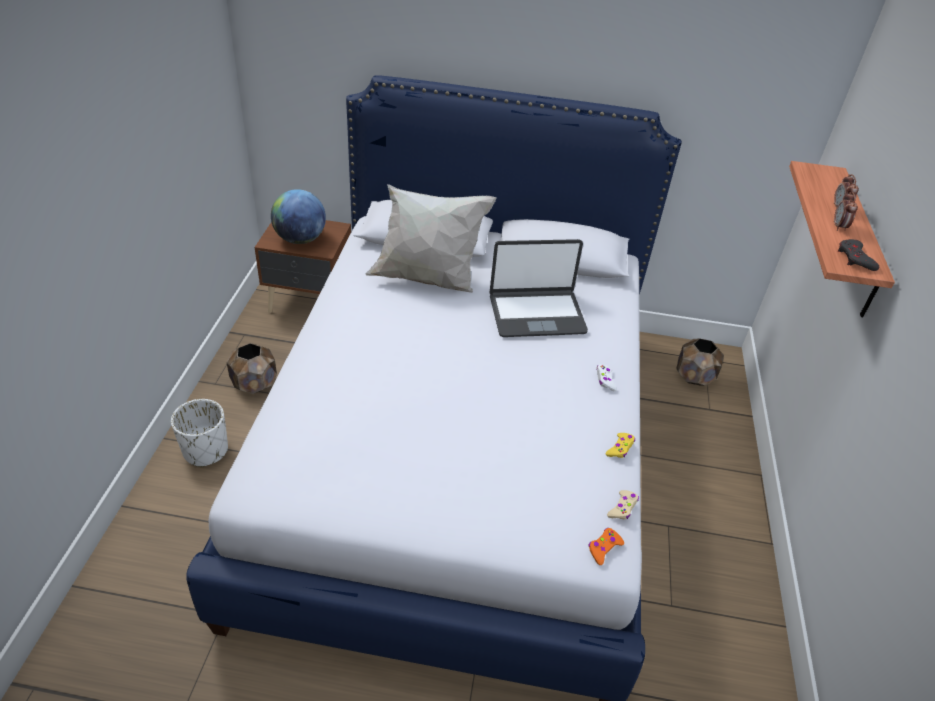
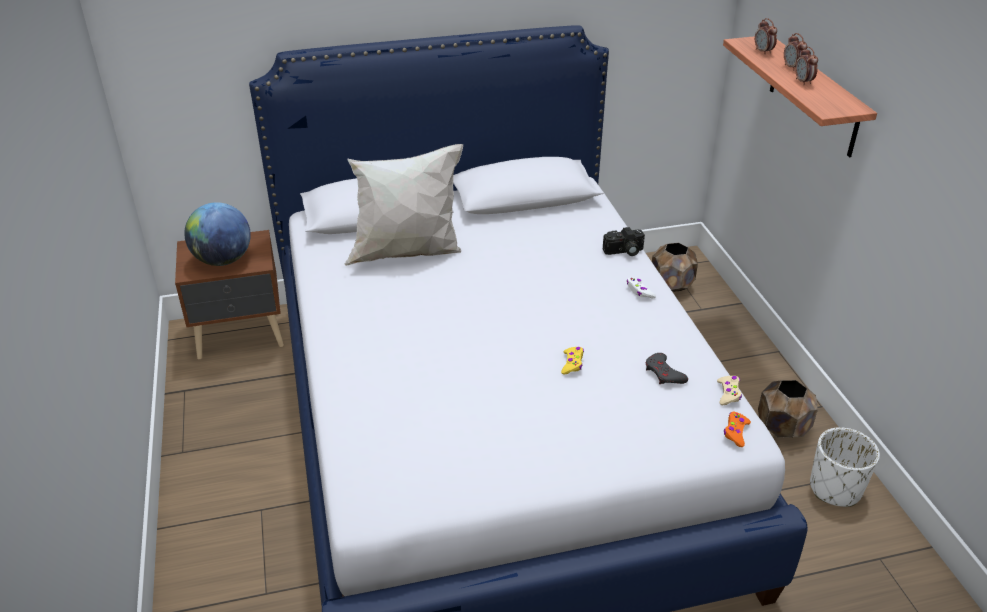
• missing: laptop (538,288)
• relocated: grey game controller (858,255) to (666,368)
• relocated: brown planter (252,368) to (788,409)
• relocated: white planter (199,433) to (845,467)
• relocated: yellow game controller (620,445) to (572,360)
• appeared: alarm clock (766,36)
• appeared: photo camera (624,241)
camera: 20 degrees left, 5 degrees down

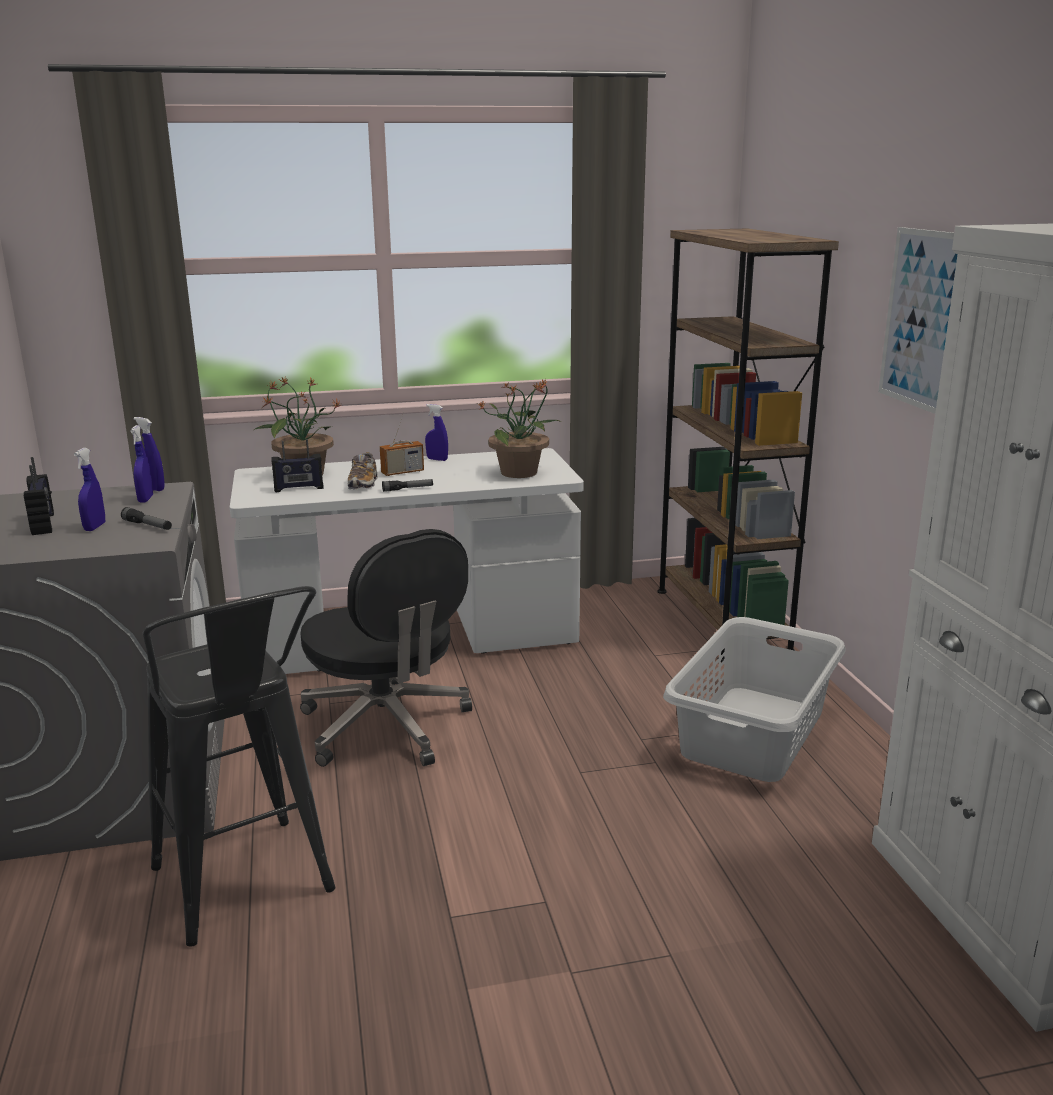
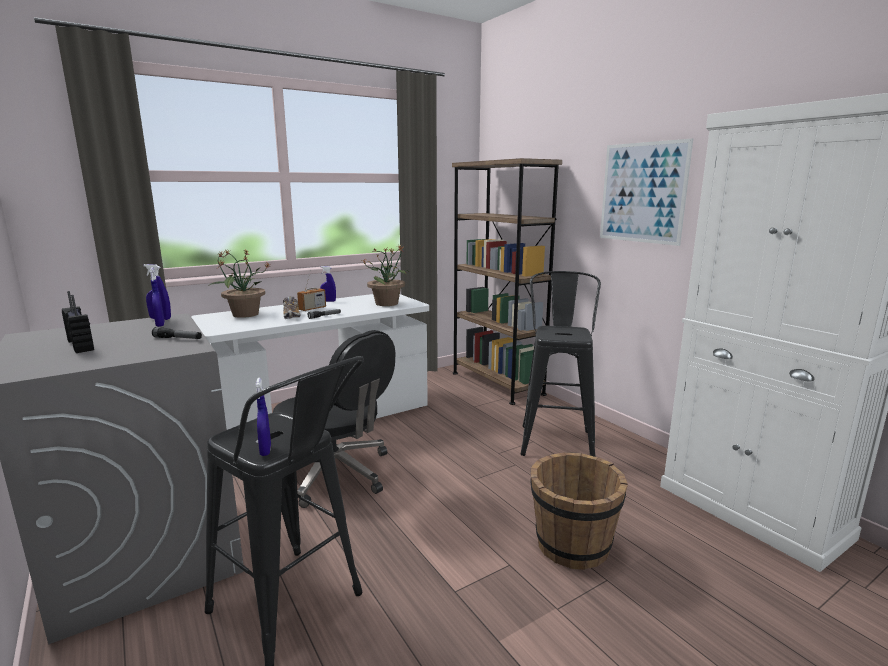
• missing: radio (297,465)
• relocated: blue spray bottle (89,489) to (263,417)
• exchanged: grey laundry basket (754,699) to black stool (561,364)
• appeared: brown bucket (579,511)
camera: 20 degrees left, 5 degrees down

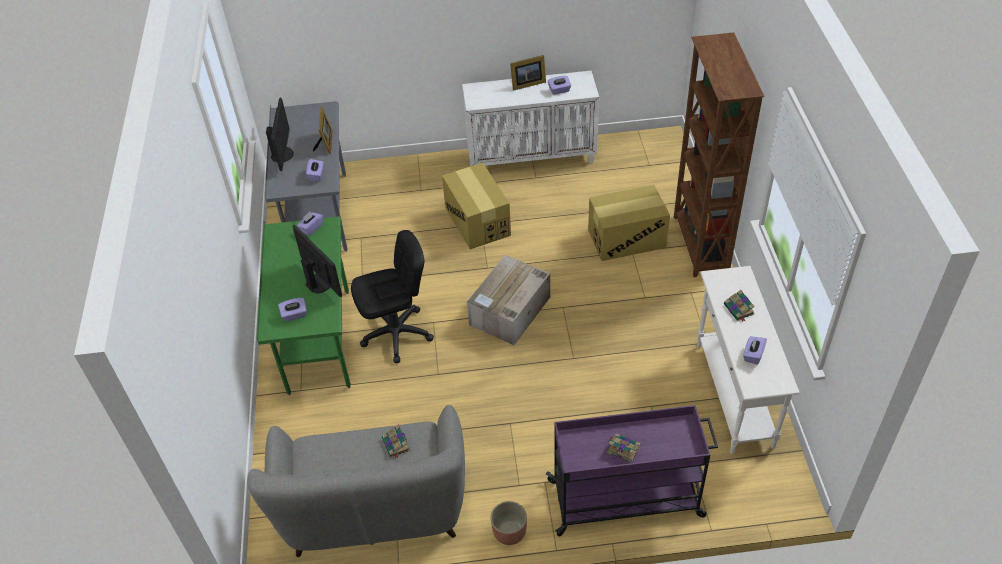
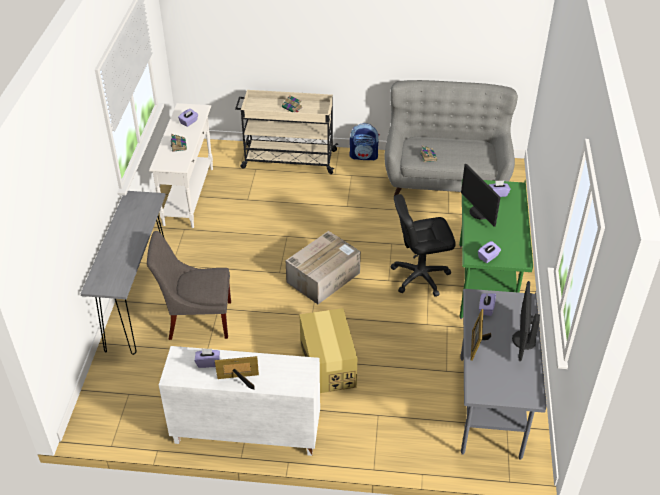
• exchanged: brown bookcase (719,154) to grey console table (123,273)
• exchanged: cardboard box (629,223) to grey chair (189,285)
• colour: purple cart (632,471) to beige cart (286,132)
• exchanged: planter (509,523) to backpack (365,141)
camera: 170 degrees left, 5 degrees down

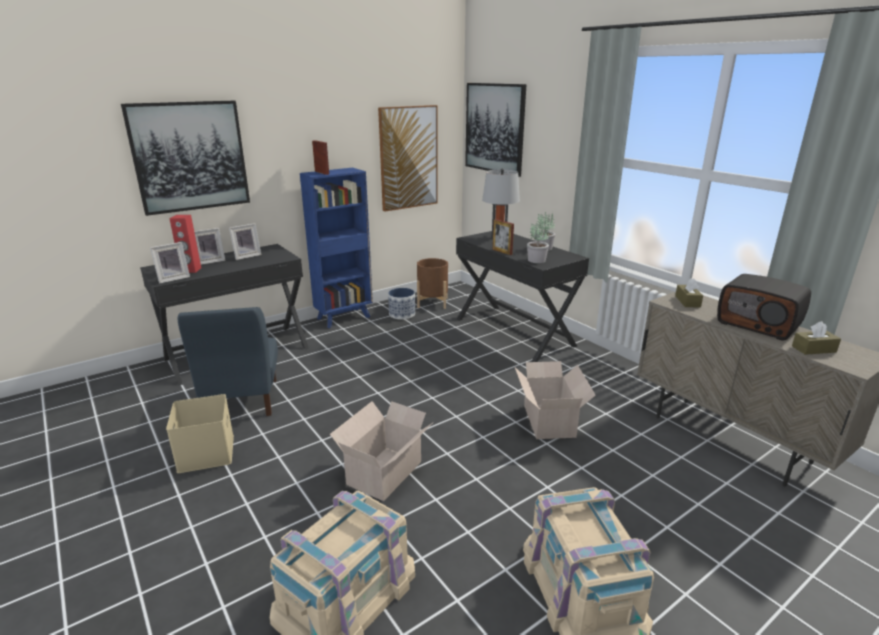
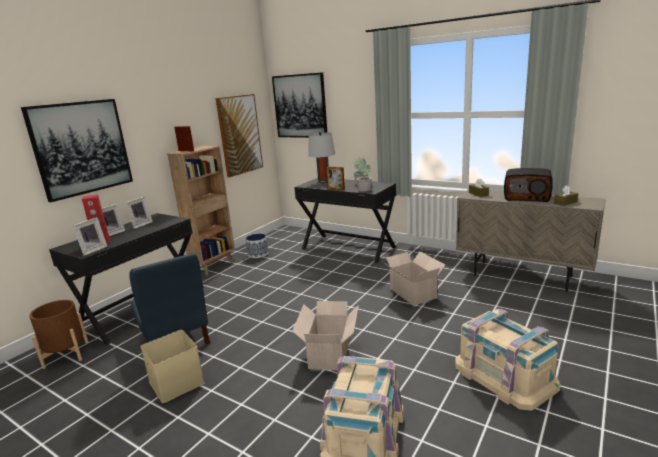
• colour: blue bookcase (336,248) to brown bookcase (201,211)
• relocated: brown planter (432,283) to (59,334)
camera: 20 degrees left, 5 degrees down

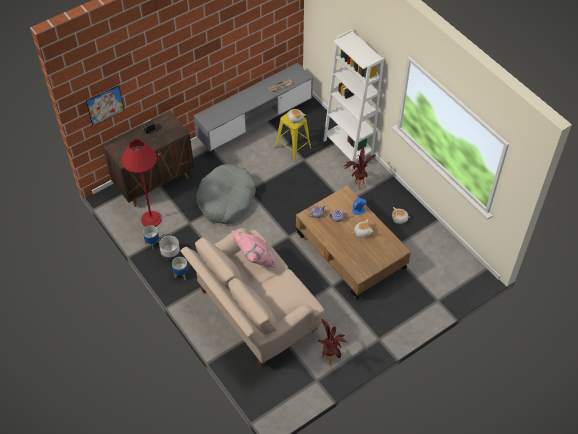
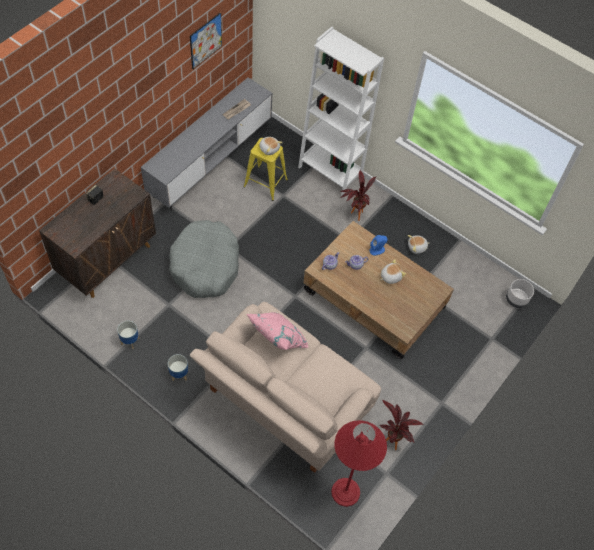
• relocated: picture (105,105) to (206,40)
• relocated: red floor lamp (142,183) to (359,463)
• relocated: grey planter (169,248) to (520,293)
camera: 20 degrees left, 5 degrees up

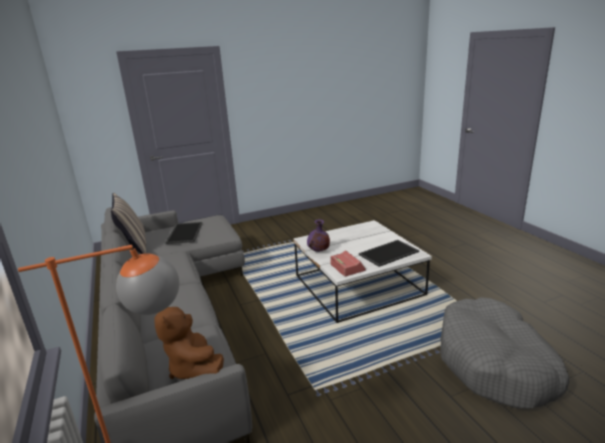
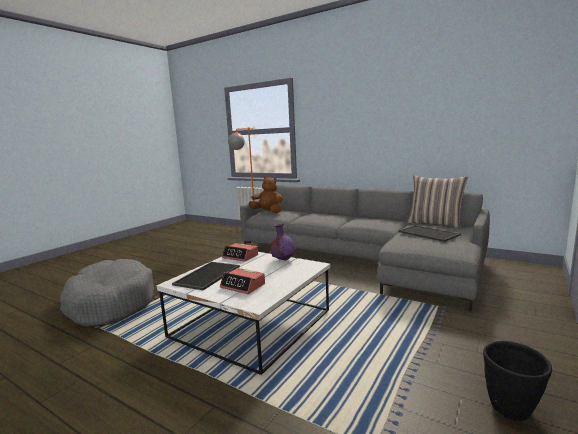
• appeared: alarm clock (242,281)
• appeared: black planter (517,381)
camera: 145 degrees right, 10 degrees down

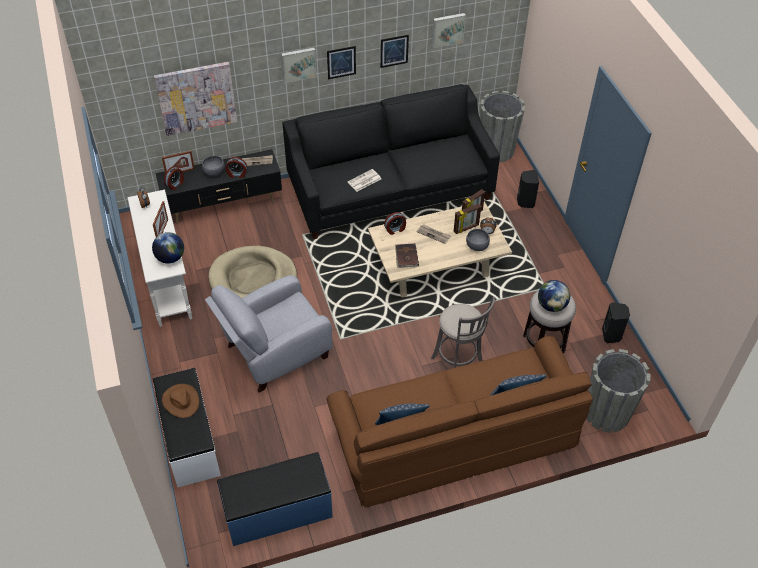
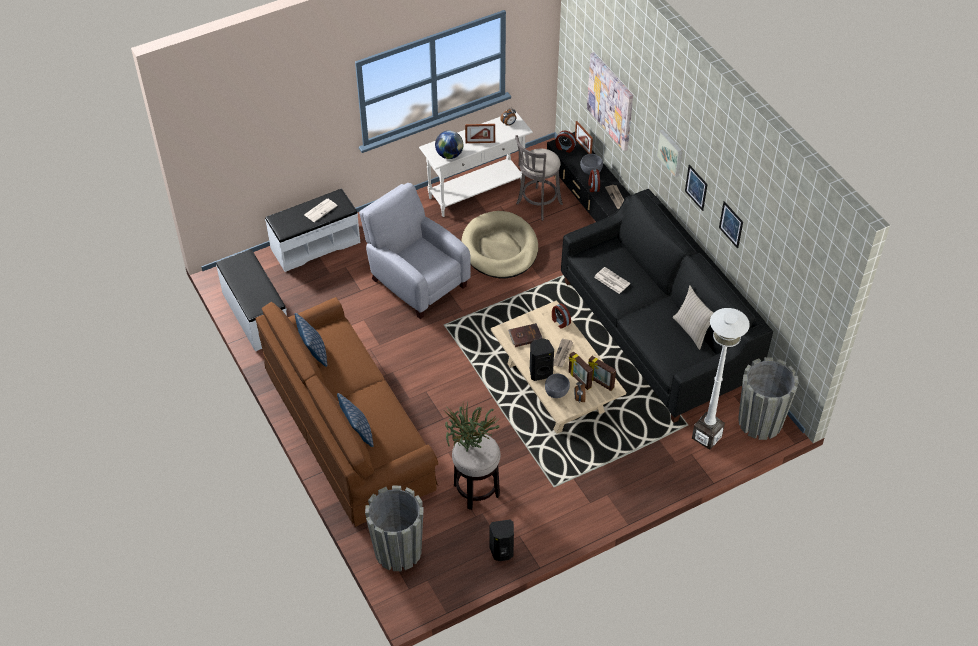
• missing: picture (449,30)
• relocated: black speaker (528,189) to (542,359)
• exchanged: globe (554,296) to potted plant (472,427)
• relocated: grey stool (463,332) to (539,178)
• exchanged: brown hat (180,401) to newspaper (321,210)
• colour: blue bench (275,499) to white bench (251,300)
• appeared: beige pillow (693,317)
• appeared: white floor lamp (721,379)
camera: 80 degrees right, 0 degrees up

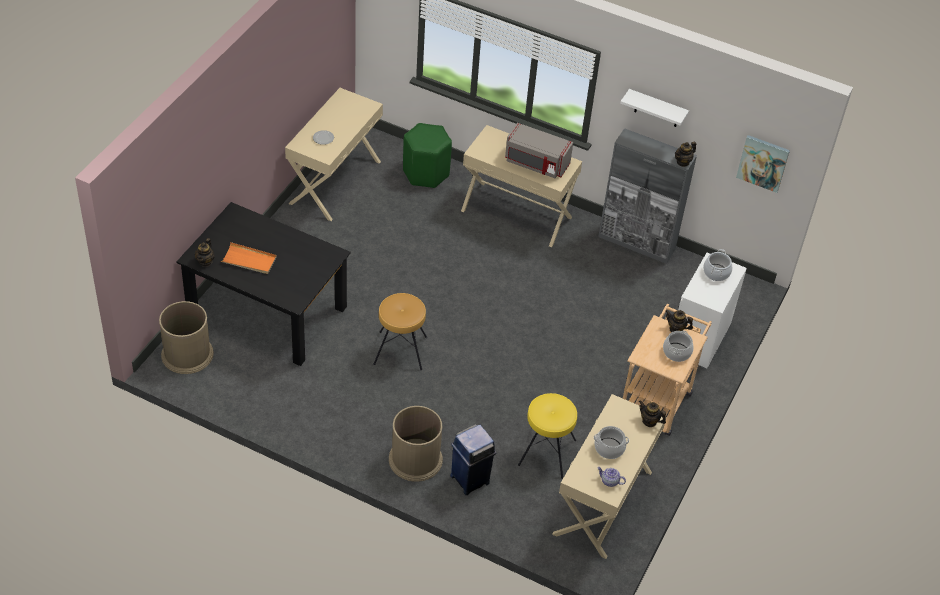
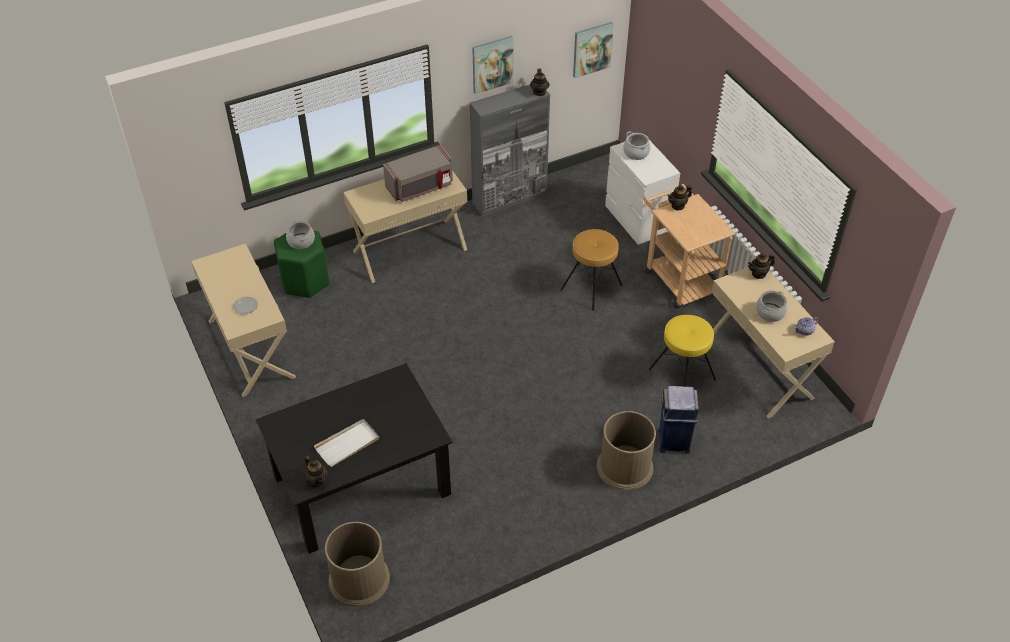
• exchanged: white shelf (654,108) to picture (493,65)
• colour: orange tray (249,258) to white tray (346,443)
• relocated: brown stool (400,331) to (591,270)
• relocated: cooking pot (678,346) to (300,235)
camera: 50 degrees left, 0 degrees up

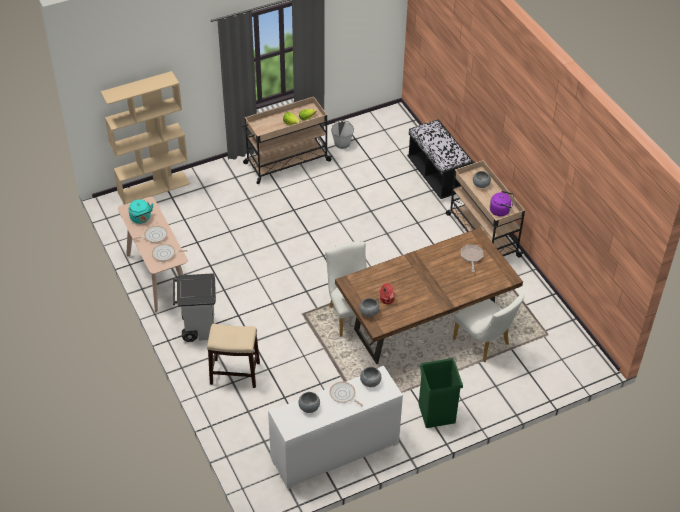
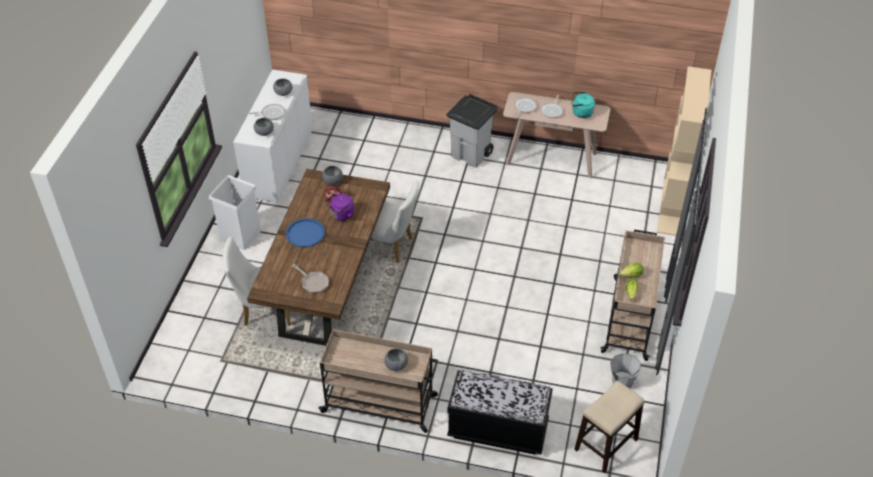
• relocated: purple kettle (502,203) to (339,207)
• relocated: stool (233,356) to (609,427)
• colour: green trash can (441,393) to white trash can (235,212)
• appeared: blue tray (305,232)
camera: 130 degrees right, 0 degrees up

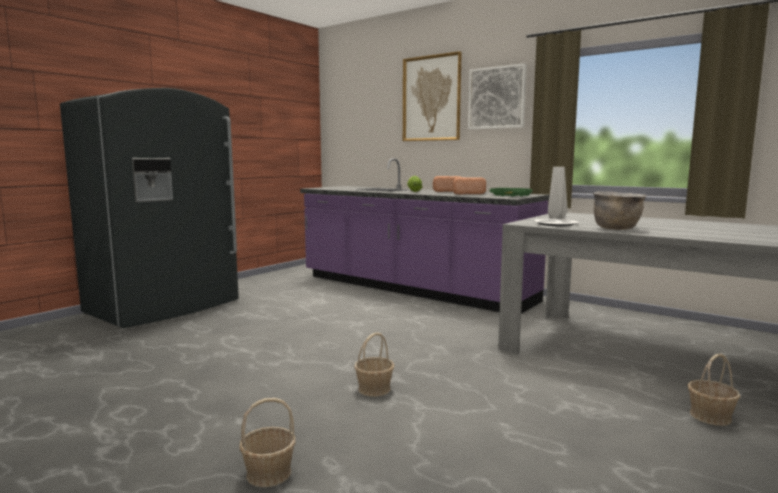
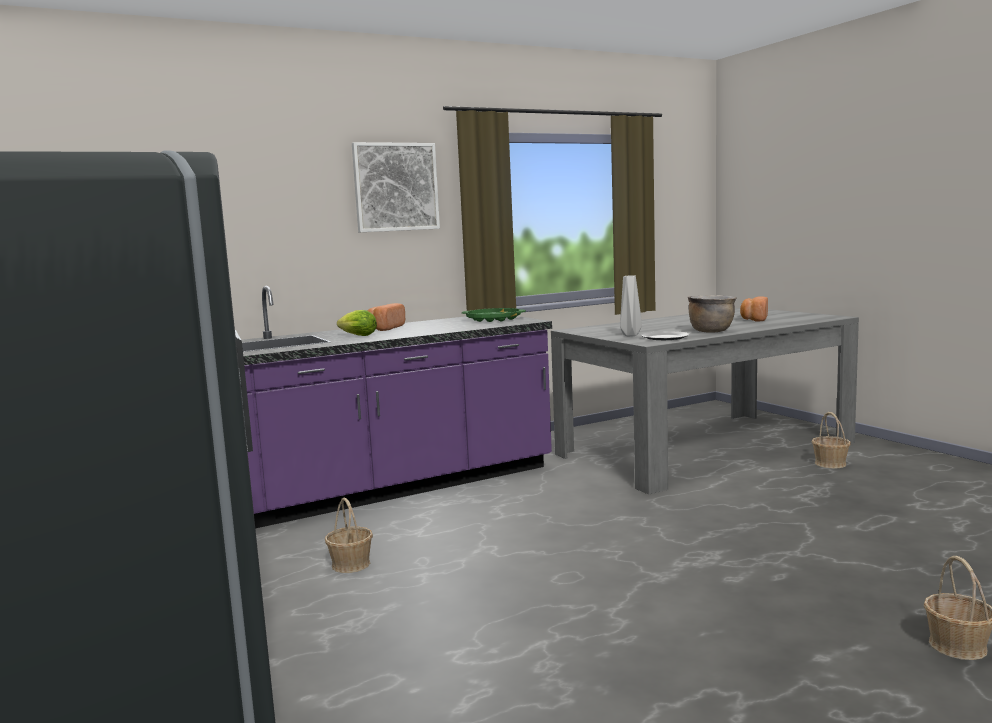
• missing: picture (432,96)
• relocated: bread (469,185) to (754,309)
• relocated: basket (374,365) to (349,535)
camera: 65 degrees left, 0 degrees up

